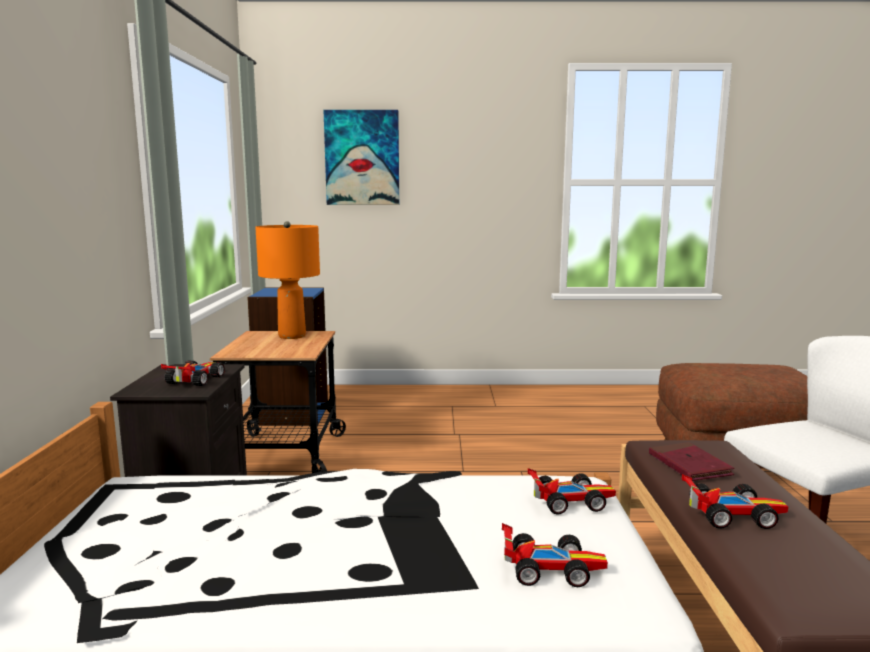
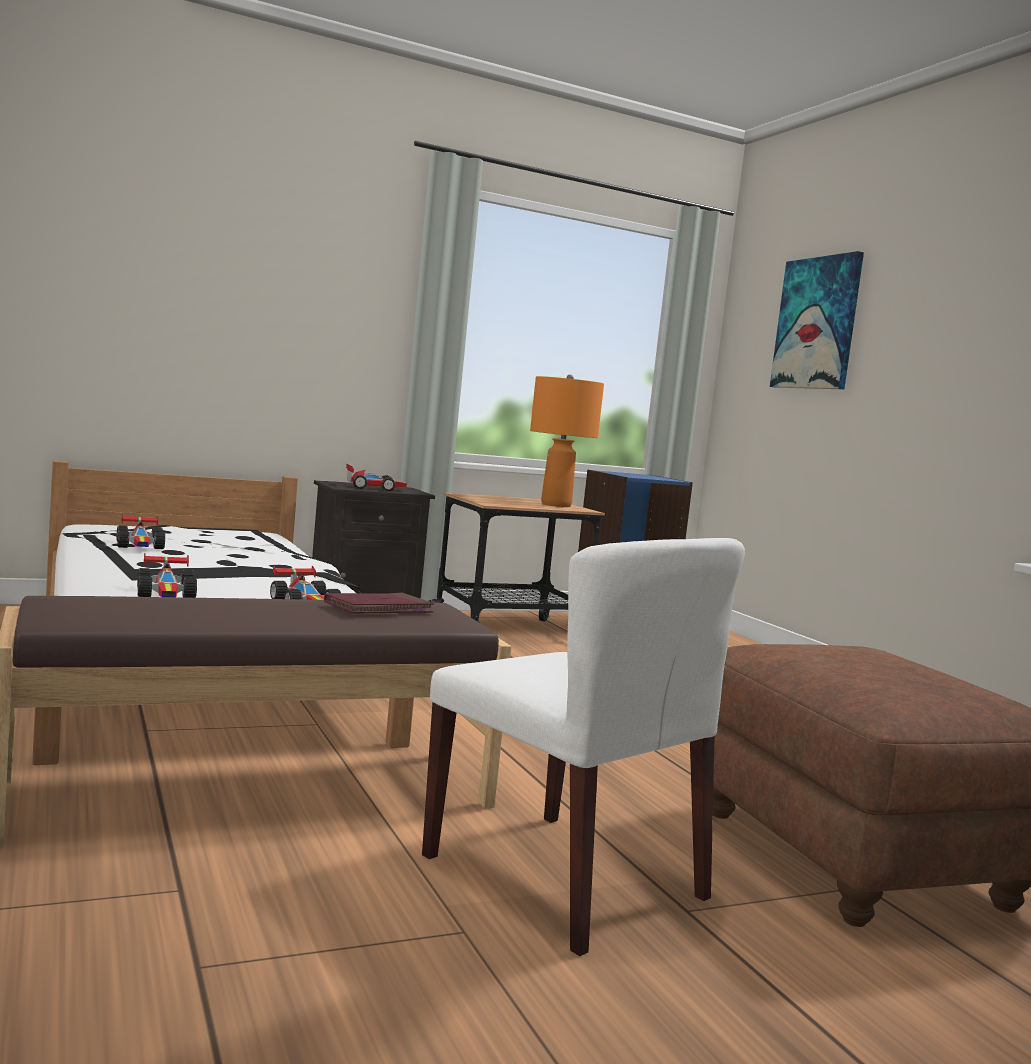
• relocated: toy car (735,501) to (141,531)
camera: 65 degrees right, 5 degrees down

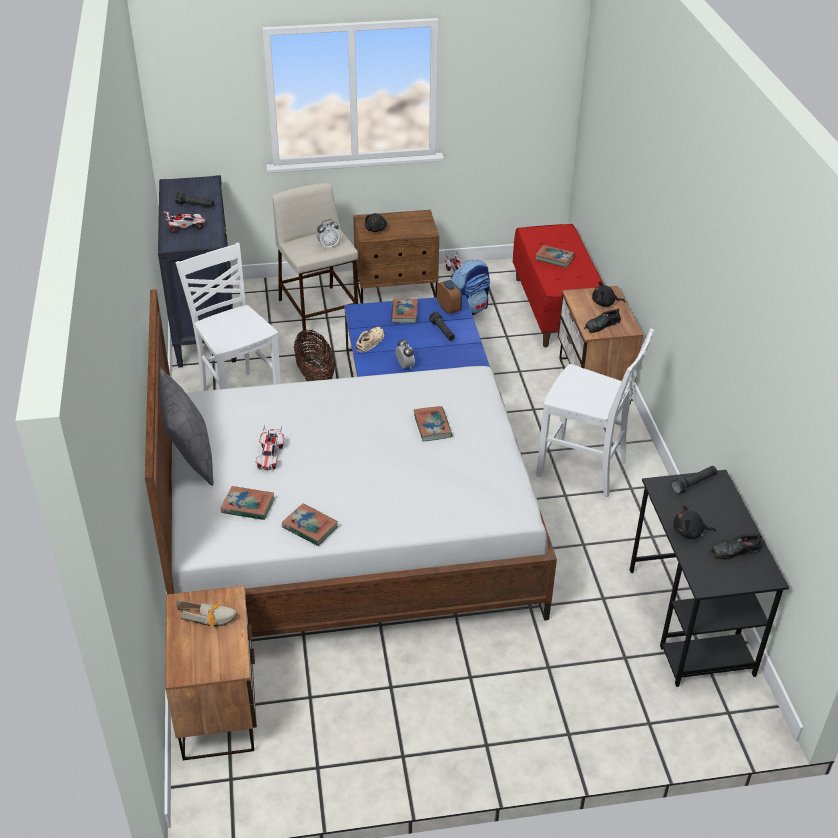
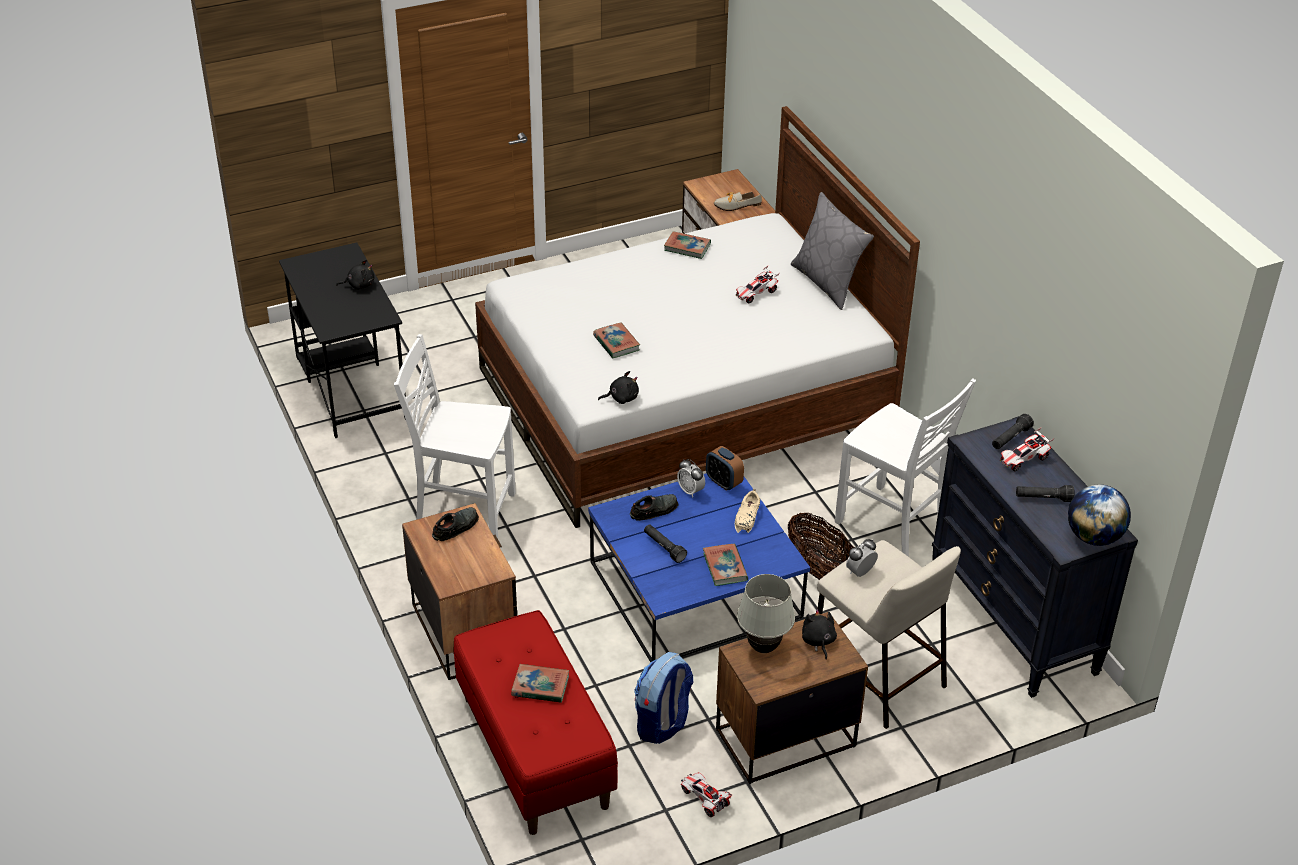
• relocated: alarm clock (449,297) to (725,468)
• relocated: black plush toy (608,294) to (618,387)
• spun: toy car (270,447) = (758,284) 120 degrees counterclockwise
• relocated: black flashlight (694,480) to (1013,431)
• missing: book (247,503)
• relocated: black shoe (736,547) to (654,507)
• appeared: globe (1099,515)
• appeared: white table lamp (766,613)
camera: 165 degrees right, 0 degrees up

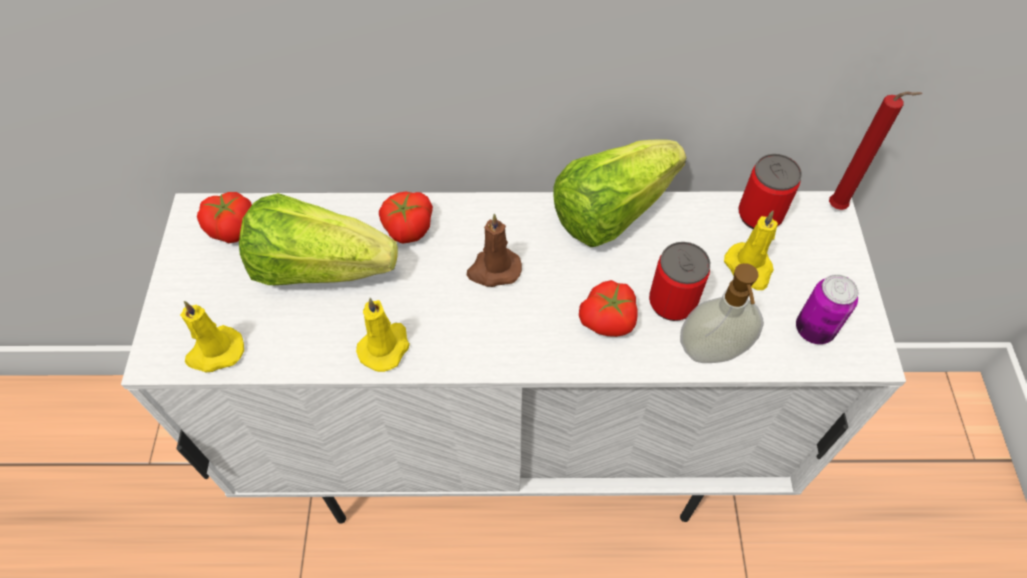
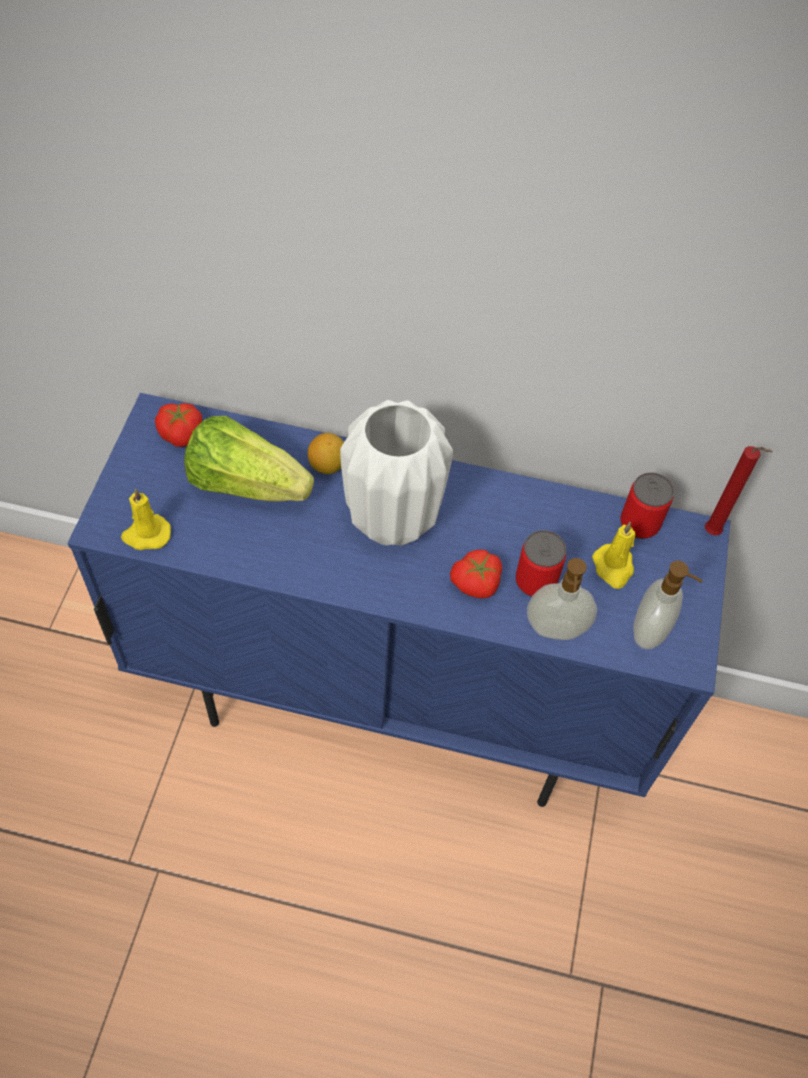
• missing: lettuce (620,193)
• colour: white cabinet (513,357) to blue cabinet (399,600)
• exchanged: tomato (406,217) to lemon (325,453)
• exchanged: brown candle (494,250) to white vase (396,473)
• exchanged: can (827,309) to soap dispenser (668,605)
• missing: yellow candle (383,335)
camera: 10 degrees right, 0 degrees up

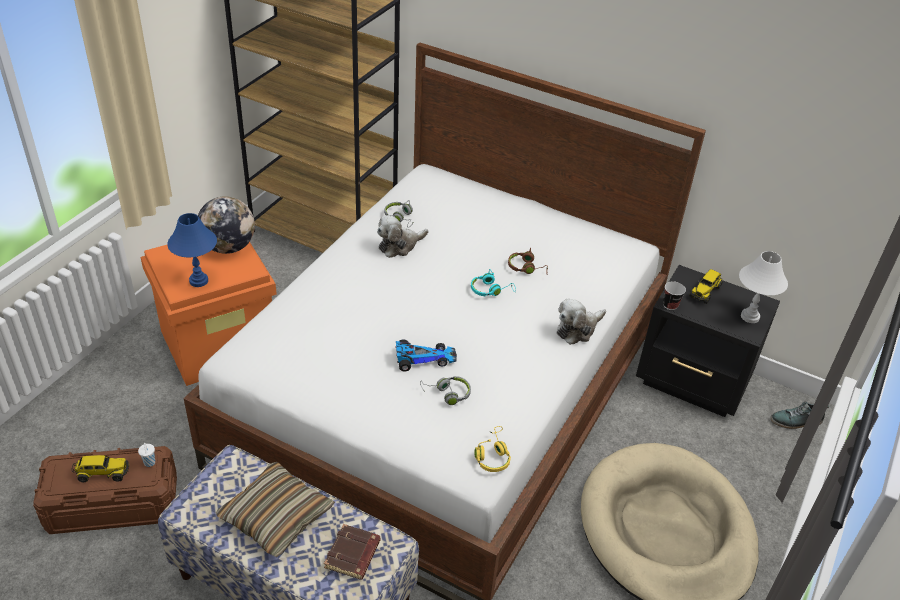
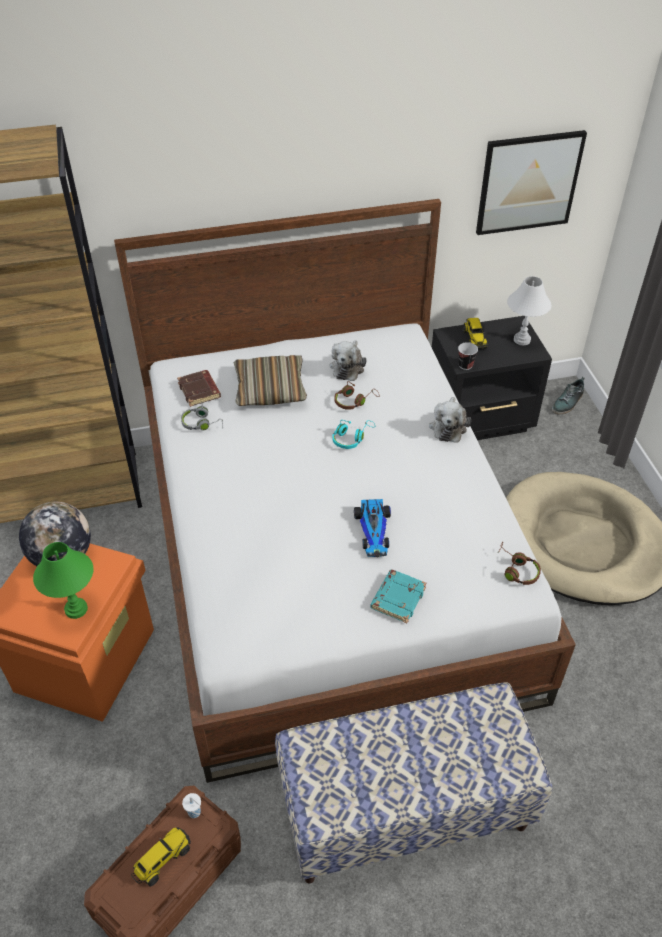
• colour: blue table lamp (192,250) to green table lamp (63,580)
• relocated: plush toy (402,236) to (348,360)
• spun: toy car (426,355) = (372,528) 135 degrees clockwise
• missing: grey headphones (445,390)
• colour: yellow headphones (492,449) to brown headphones (519,563)
• relocated: pillow (275,509) to (270,380)
• relocated: brown book (352,552) to (199,388)
• appeared: picture (531,182)
• appeared: turquoise book (398,596)
camera: 40 degrees left, 5 degrees up

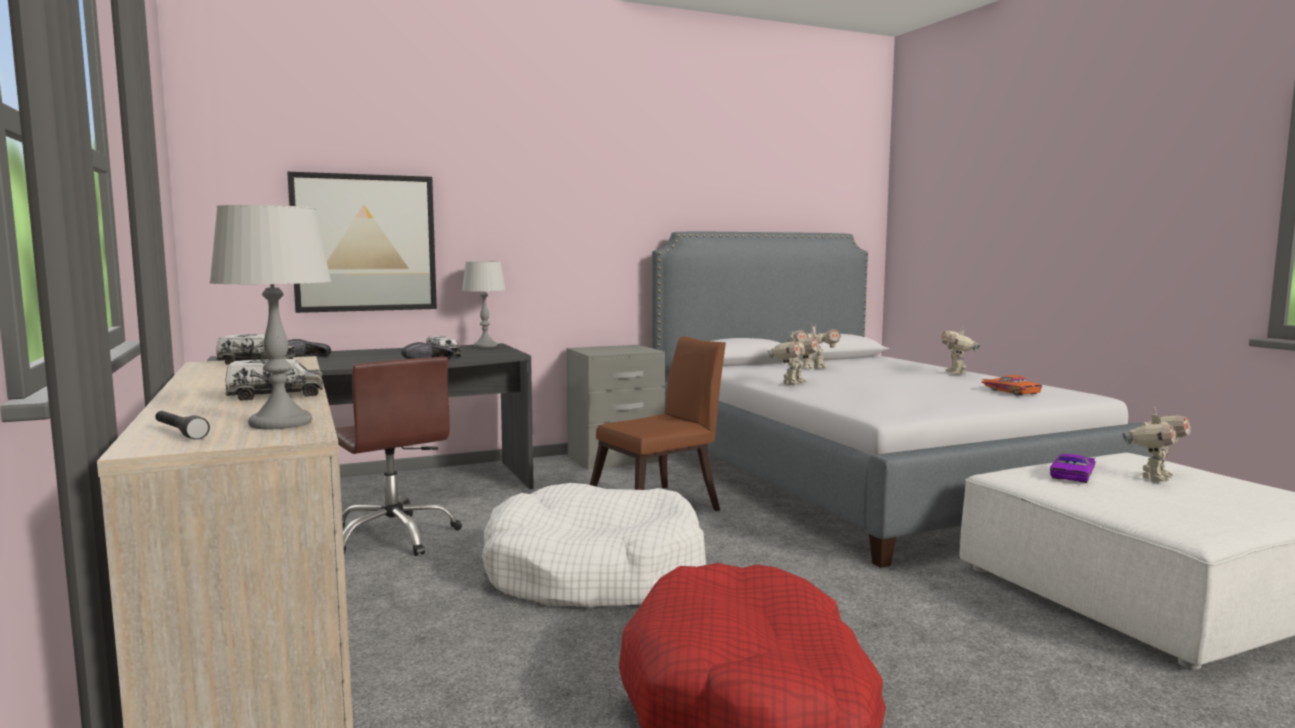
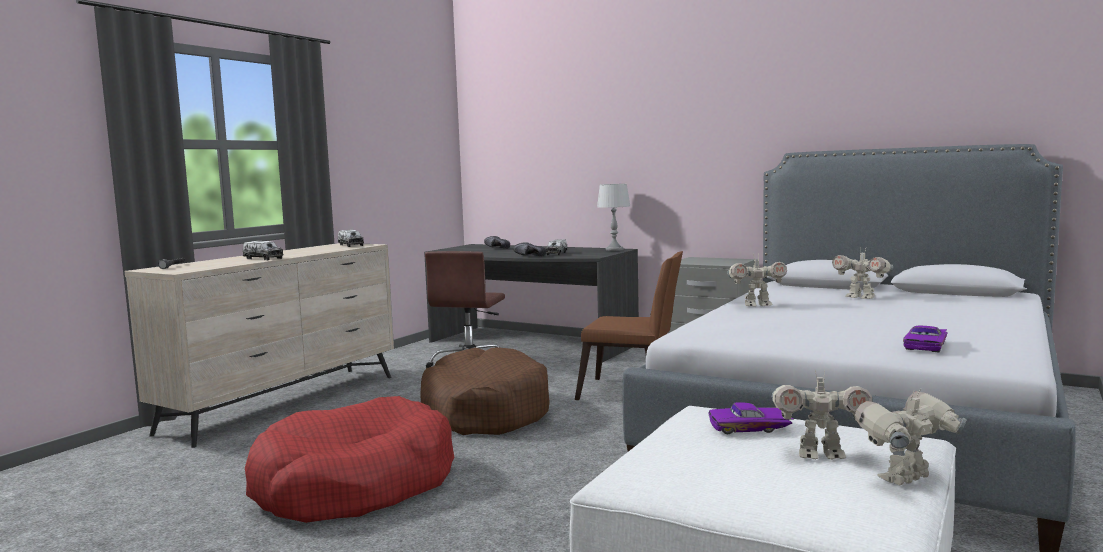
• missing: picture (362,242)
• missing: grey table lamp (270,317)
• relocated: toy robot (960,349) to (911,437)
• colour: orange toy car (1011,385) to purple toy car (925,339)
• colour: white dog bed (594,545) to brown dog bed (485,391)
camera: 55 degrees right, 0 degrees up

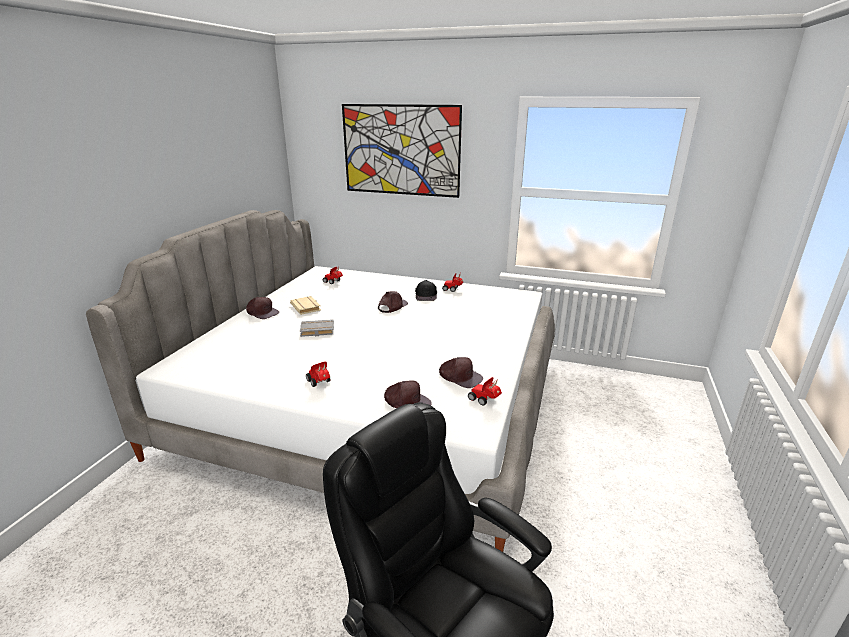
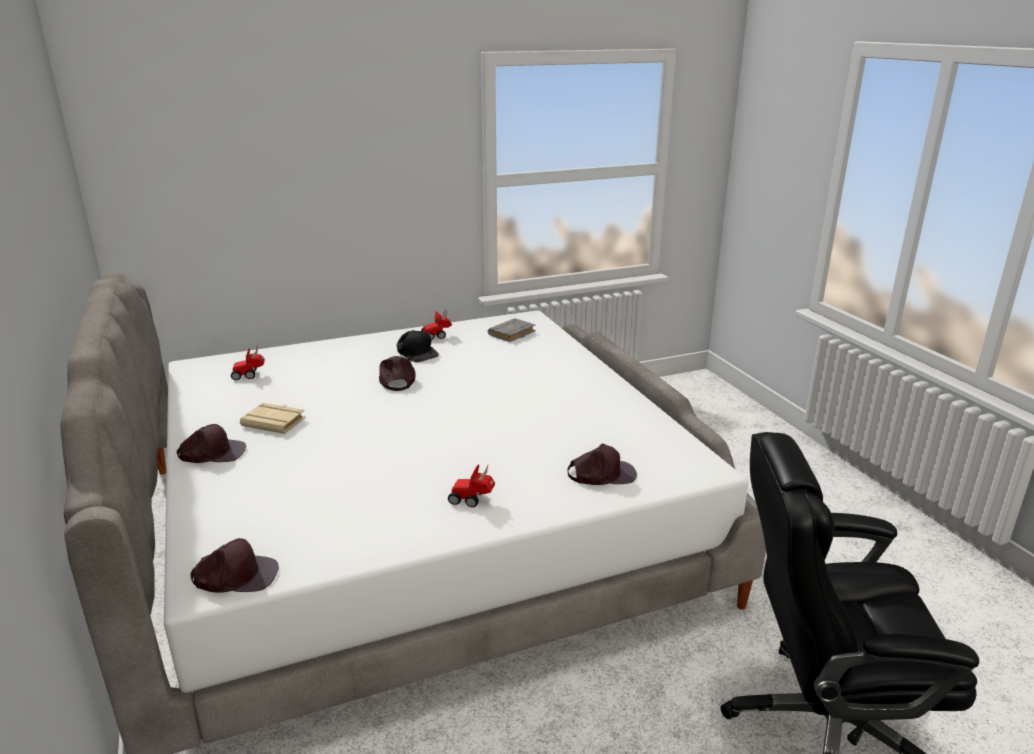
• missing: picture (402,151)
• relocated: grey book (317,328) to (512,330)
• relocated: brown cap (461,372) to (234,565)
• missing: toy car (485,391)
camera: 40 degrees left, 0 degrees up

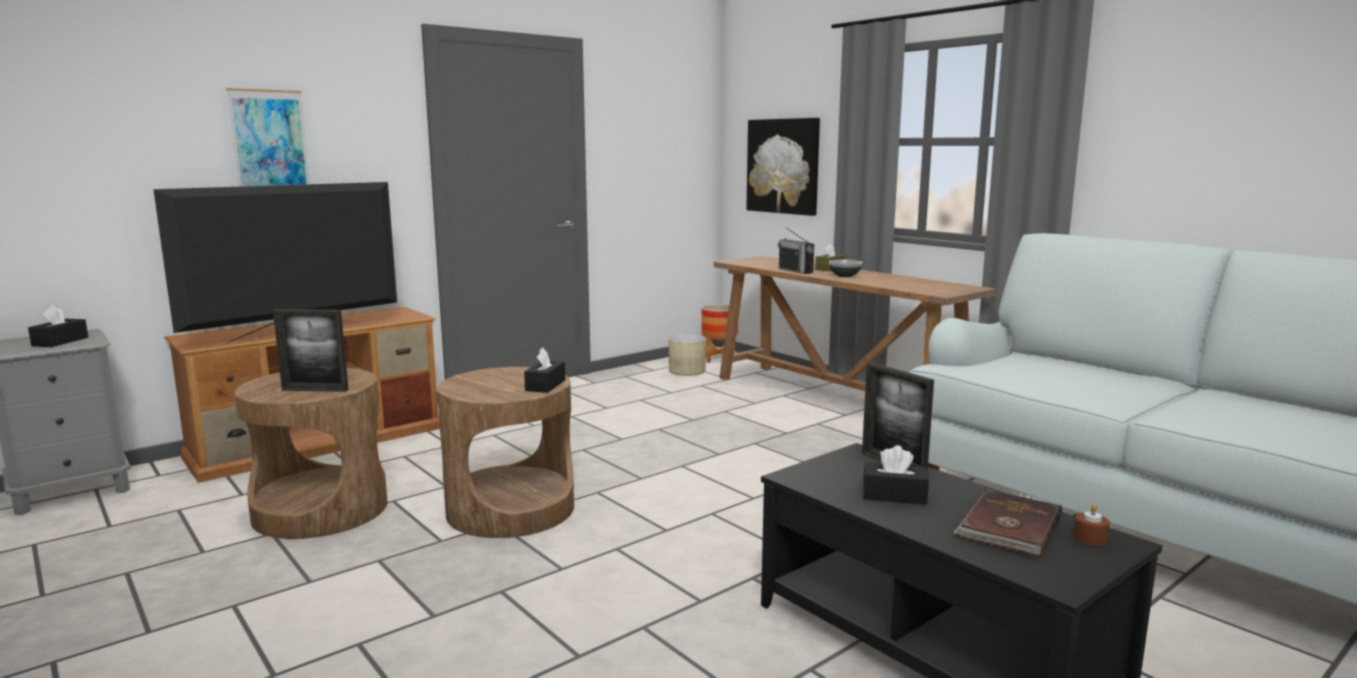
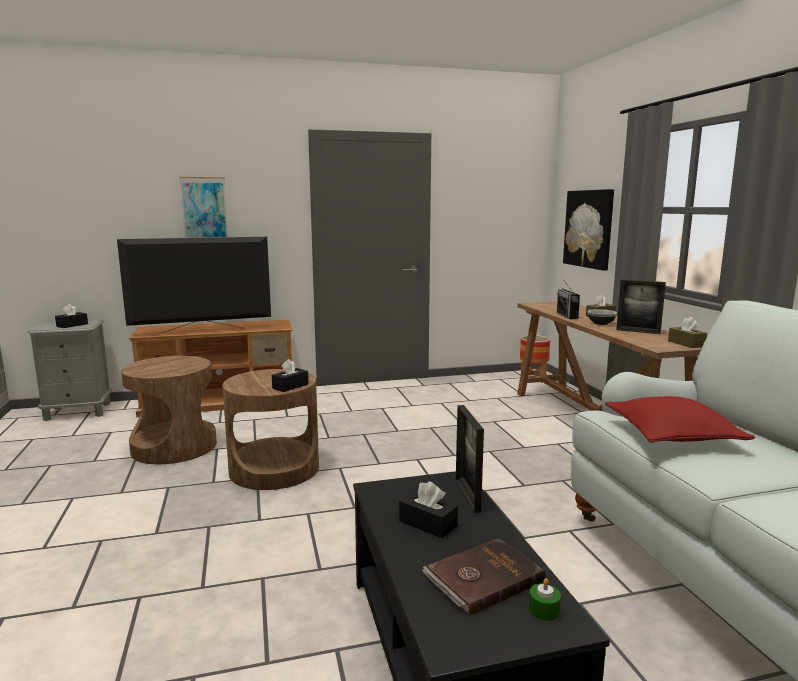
• relocated: picture frame (310,350) to (641,307)
• missing: beige planter (687,355)
• colour: brown candle (1091,524) to green candle (545,599)
• appeared: brown tissue box (687,332)
• appeared: red pillow (680,419)
camera: 25 degrees right, 0 degrees up

